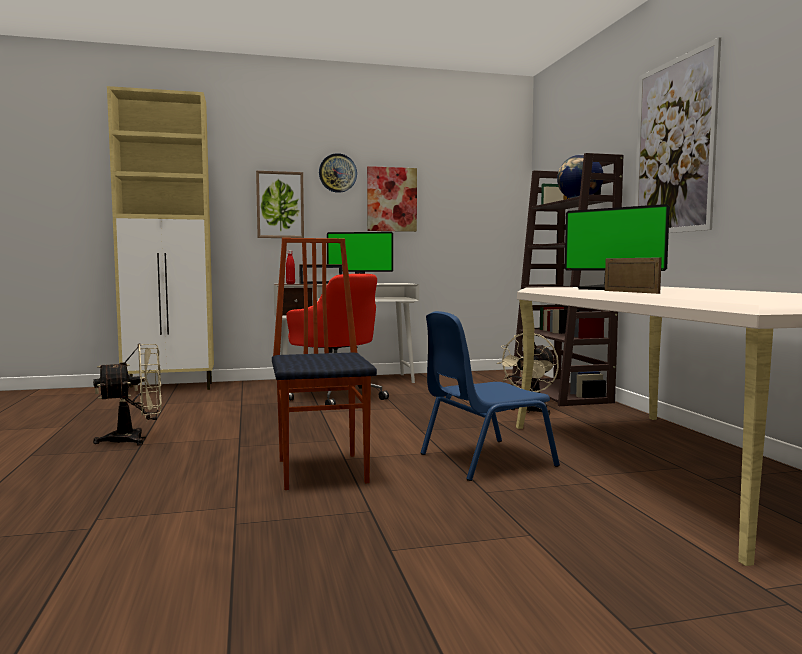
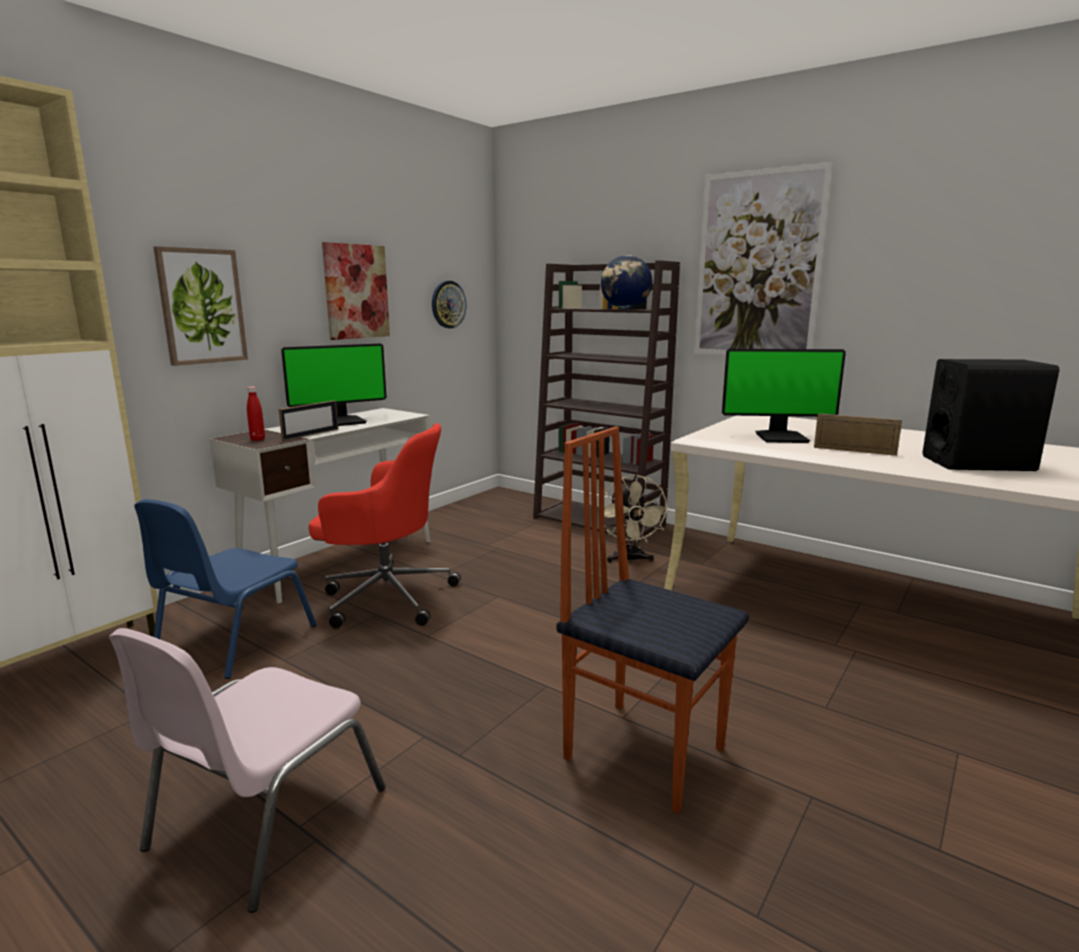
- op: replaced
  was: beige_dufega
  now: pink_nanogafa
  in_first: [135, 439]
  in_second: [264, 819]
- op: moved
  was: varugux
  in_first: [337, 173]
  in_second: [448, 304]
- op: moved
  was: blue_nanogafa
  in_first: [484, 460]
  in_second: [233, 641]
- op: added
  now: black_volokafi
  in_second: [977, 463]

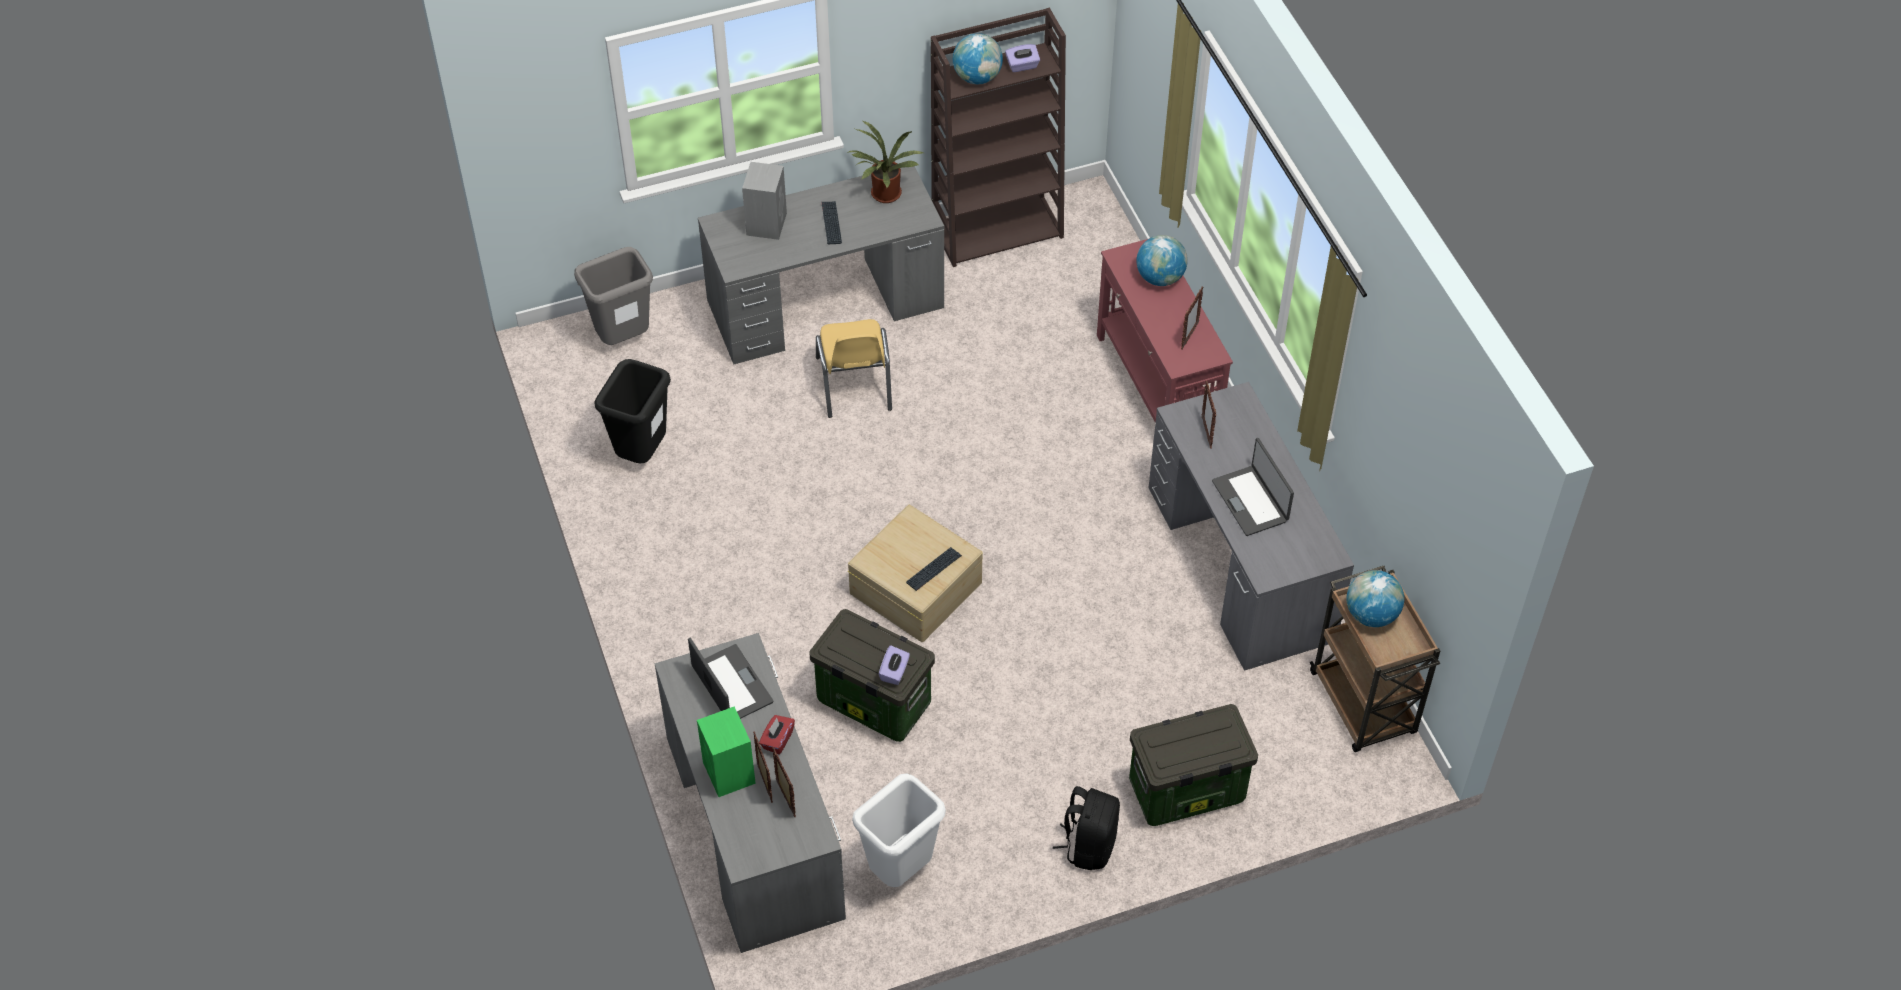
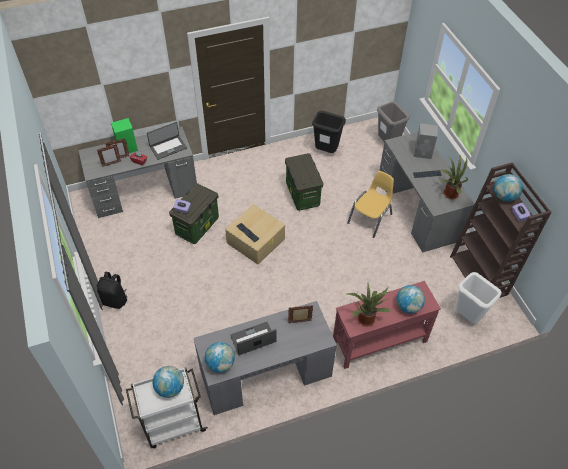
- op: turned
  was: yellow_nanogafa
  in_first: [854, 384]
  in_second: [370, 219]
  clockwise: 135
- op: moved
  was: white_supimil
  in_first: [900, 872]
  in_second: [467, 316]
- op: moved
  was: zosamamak
  in_first: [1185, 792]
  in_second: [302, 194]
- op: replaced
  was: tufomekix
  now: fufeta
  in_first: [1189, 336]
  in_second: [366, 317]
- op: recoloured
  was: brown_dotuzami
  now: white_dotuzami
  in_first: [1364, 705]
  in_second: [173, 424]
- op: added
  now: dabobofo
  in_second: [220, 364]

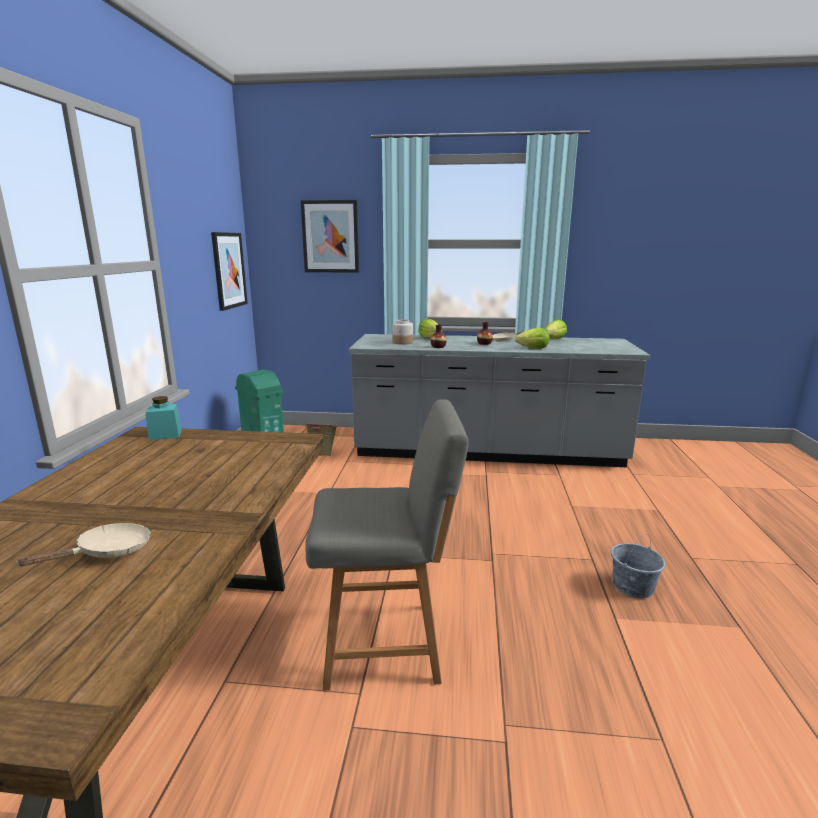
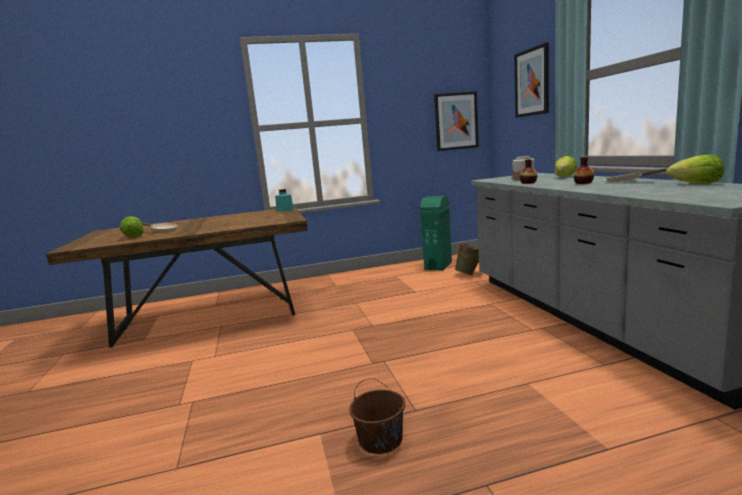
- op: removed
  was: grey_nanogafa
  in_first: [387, 643]
- op: moved
  was: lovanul
  in_first: [533, 348]
  in_second: [133, 236]
- op: recoloured
  was: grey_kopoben
  now: brown_kopoben
  in_first: [633, 586]
  in_second: [381, 440]

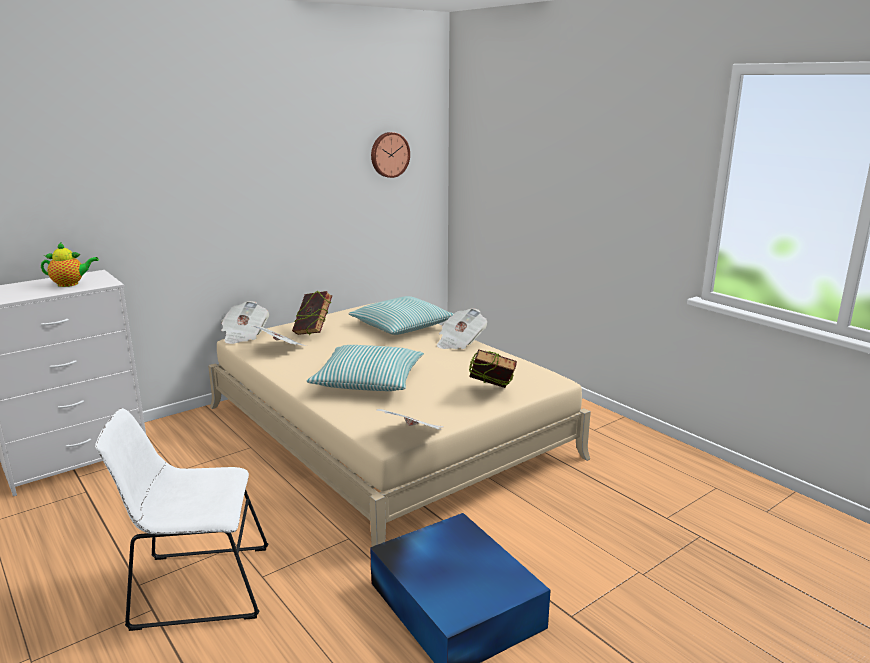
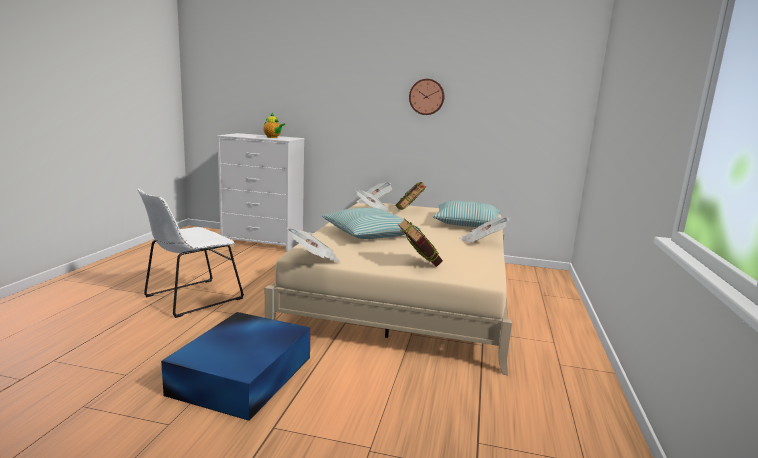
- op: turned
  was: white_nanogafa
  in_first: [195, 586]
  in_second: [190, 298]
  clockwise: -90
- op: moved
  was: varugux
  in_first: [389, 154]
  in_second: [426, 97]

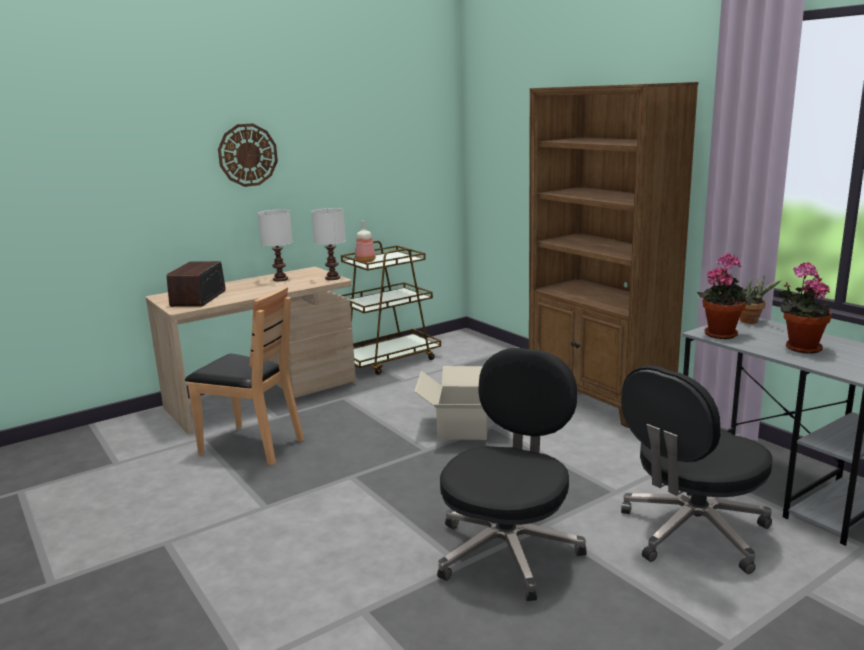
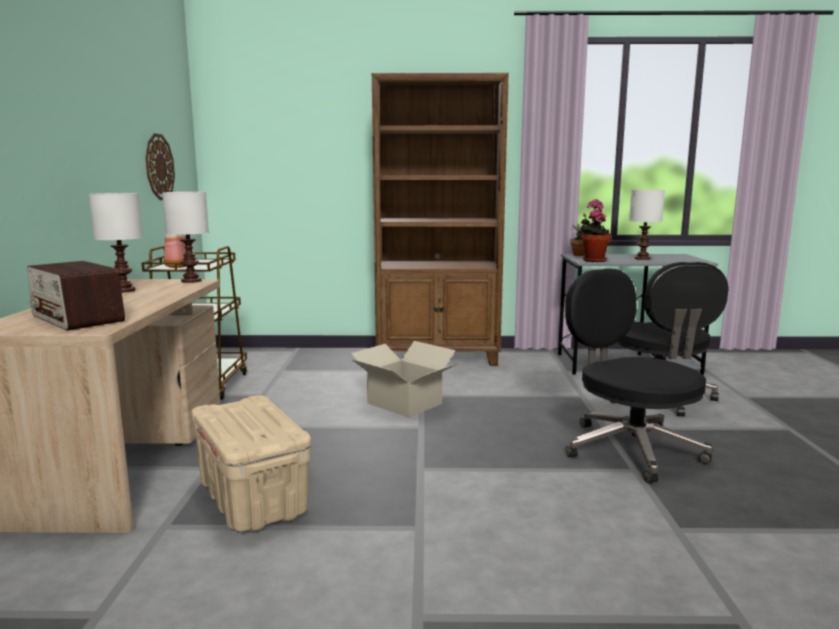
- op: replaced
  was: brown_nanogafa
  now: beige_zosamamak
  in_first: [252, 446]
  in_second: [253, 499]
- op: moved
  was: varugux
  in_first: [247, 155]
  in_second: [159, 167]
- op: replaced
  was: fufeta
  now: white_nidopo
  in_first: [800, 348]
  in_second: [642, 258]

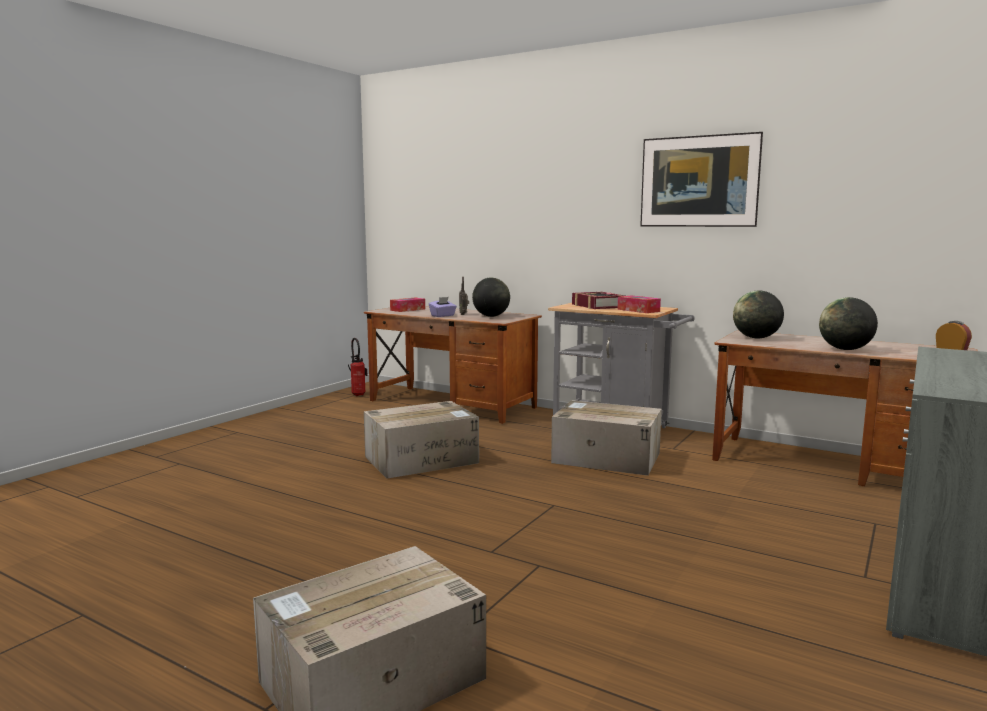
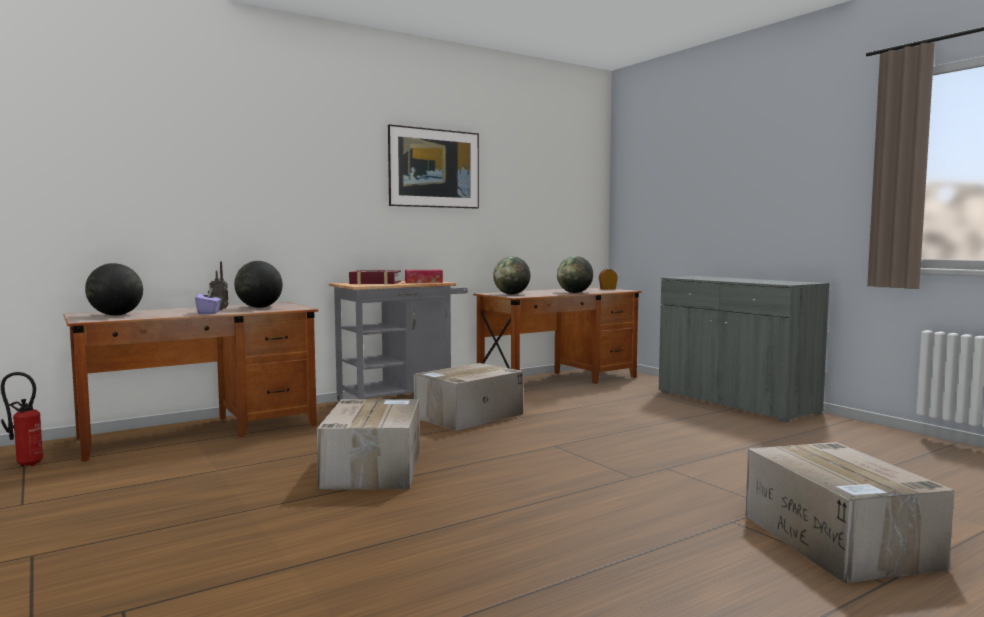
- op: replaced
  was: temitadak
  now: dabobofo
  in_first: [407, 309]
  in_second: [116, 315]

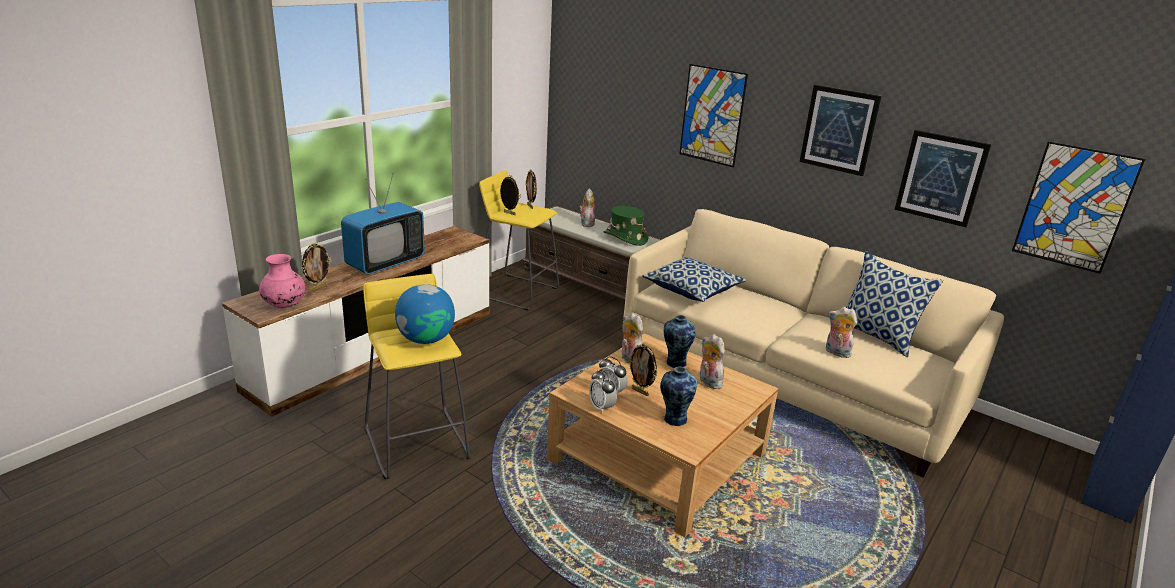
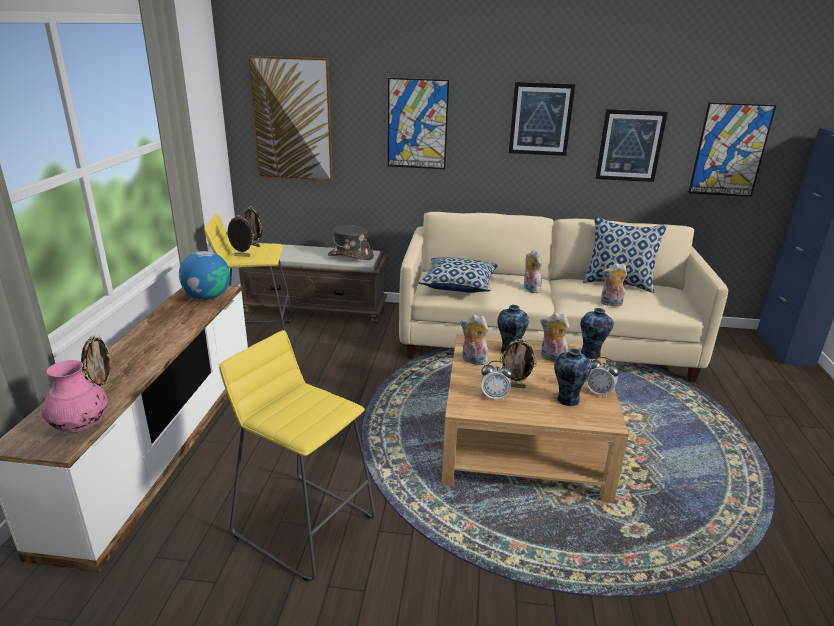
- op: removed
  was: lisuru
  in_first: [385, 263]
- op: moved
  was: dabobofo
  in_first: [426, 339]
  in_second: [207, 297]
- op: moved
  was: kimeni
  in_first: [586, 223]
  in_second: [530, 289]
- op: moved
  was: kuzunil
  in_first: [601, 407]
  in_second: [599, 393]
- op: recoloured
  was: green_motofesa
  now: grey_motofesa
  in_first: [625, 238]
  in_second: [350, 256]
- op: added
  now: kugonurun
  in_second: [292, 120]
- op: added
  now: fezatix
  in_second: [591, 354]

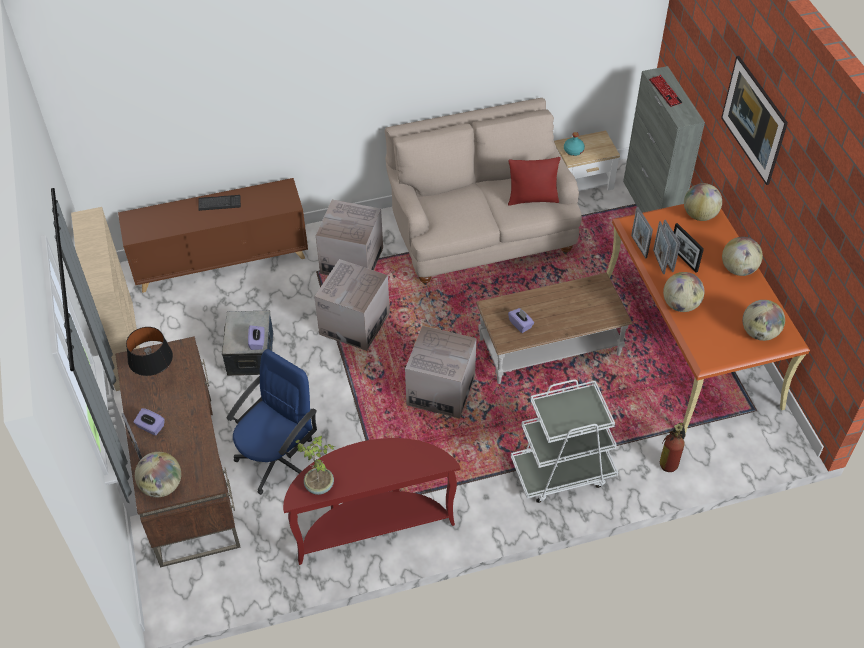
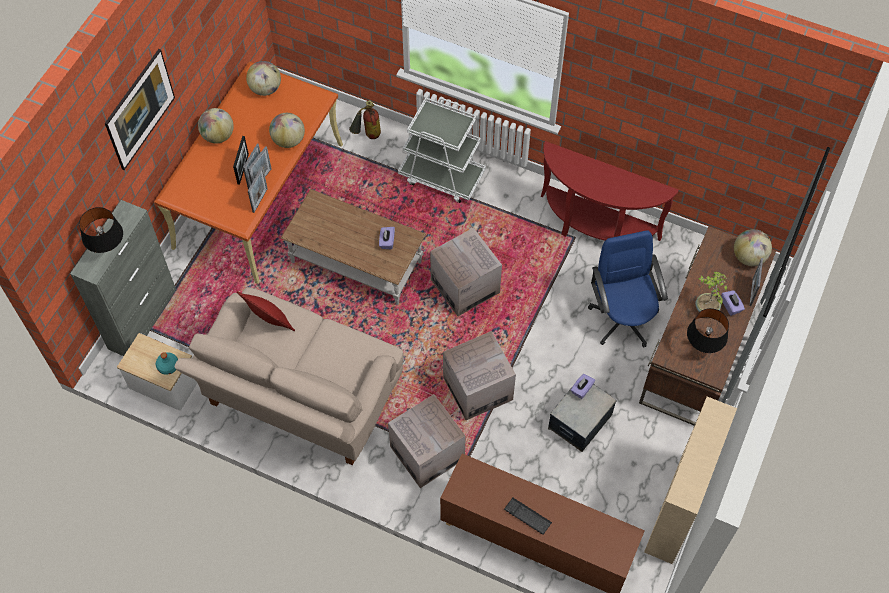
- op: turned
  was: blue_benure
  in_first: [277, 459]
  in_second: [623, 318]
  clockwise: 90
- op: moved
  was: fufeta
  in_first: [319, 485]
  in_second: [706, 308]
- op: replaced
  was: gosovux
  now: black_nidopo
  in_first: [665, 91]
  in_second: [108, 249]
- op: removed
  was: dabobofo
  in_first: [699, 215]

